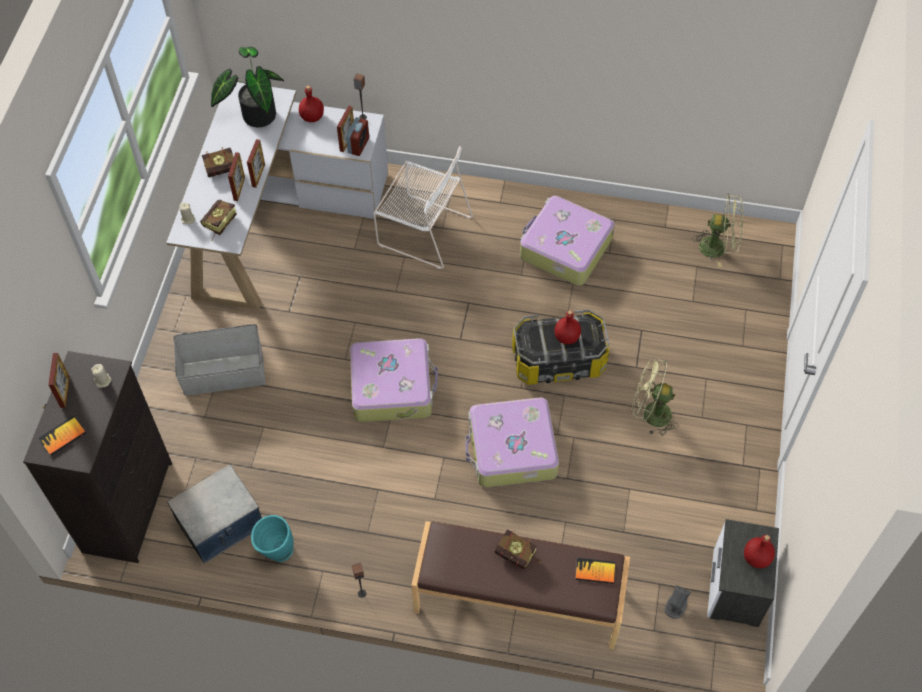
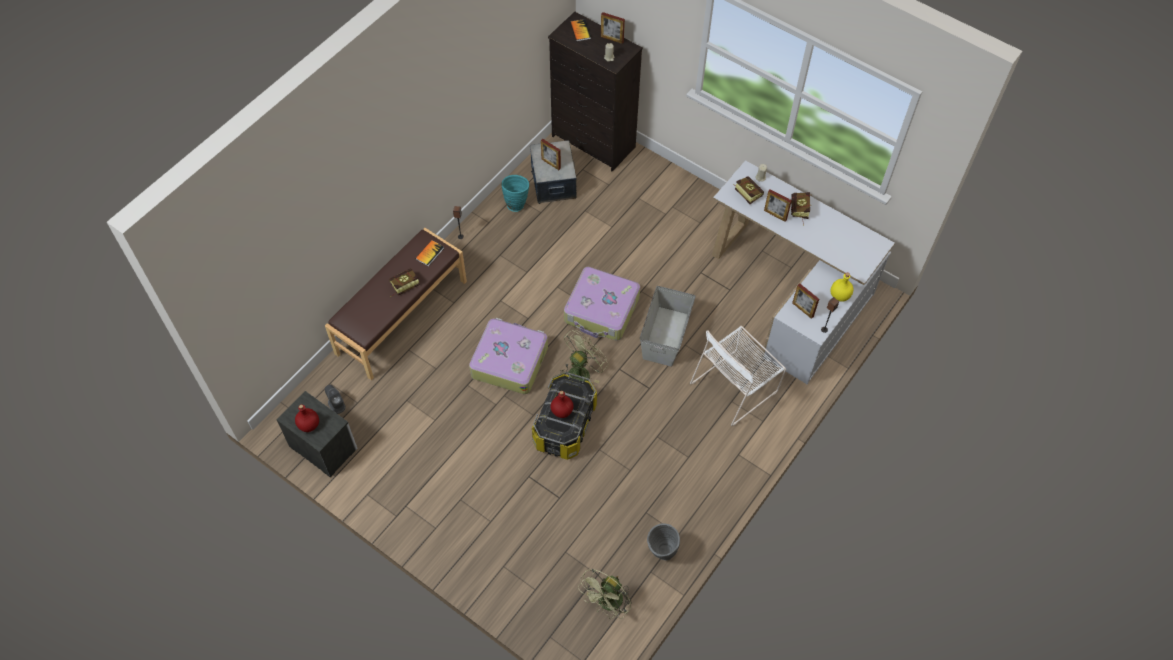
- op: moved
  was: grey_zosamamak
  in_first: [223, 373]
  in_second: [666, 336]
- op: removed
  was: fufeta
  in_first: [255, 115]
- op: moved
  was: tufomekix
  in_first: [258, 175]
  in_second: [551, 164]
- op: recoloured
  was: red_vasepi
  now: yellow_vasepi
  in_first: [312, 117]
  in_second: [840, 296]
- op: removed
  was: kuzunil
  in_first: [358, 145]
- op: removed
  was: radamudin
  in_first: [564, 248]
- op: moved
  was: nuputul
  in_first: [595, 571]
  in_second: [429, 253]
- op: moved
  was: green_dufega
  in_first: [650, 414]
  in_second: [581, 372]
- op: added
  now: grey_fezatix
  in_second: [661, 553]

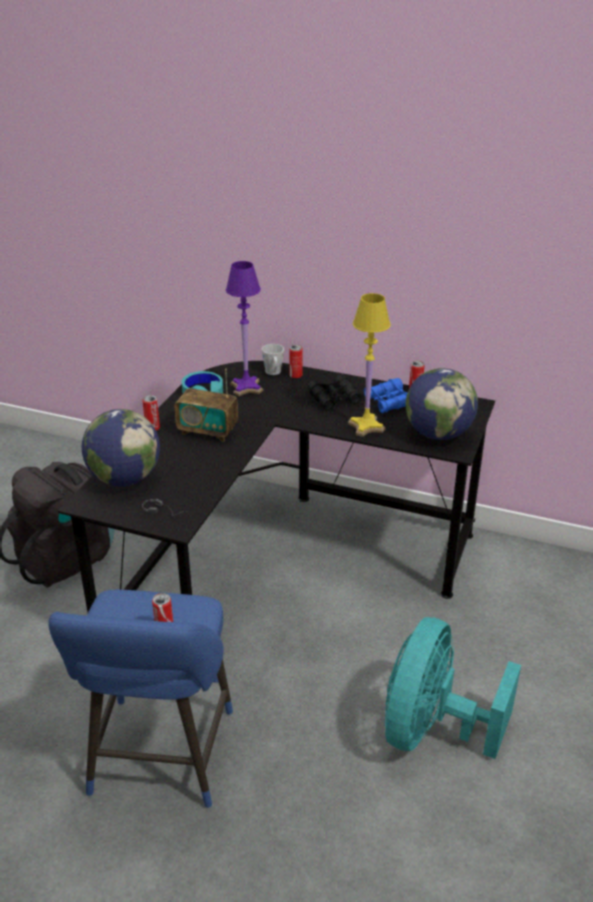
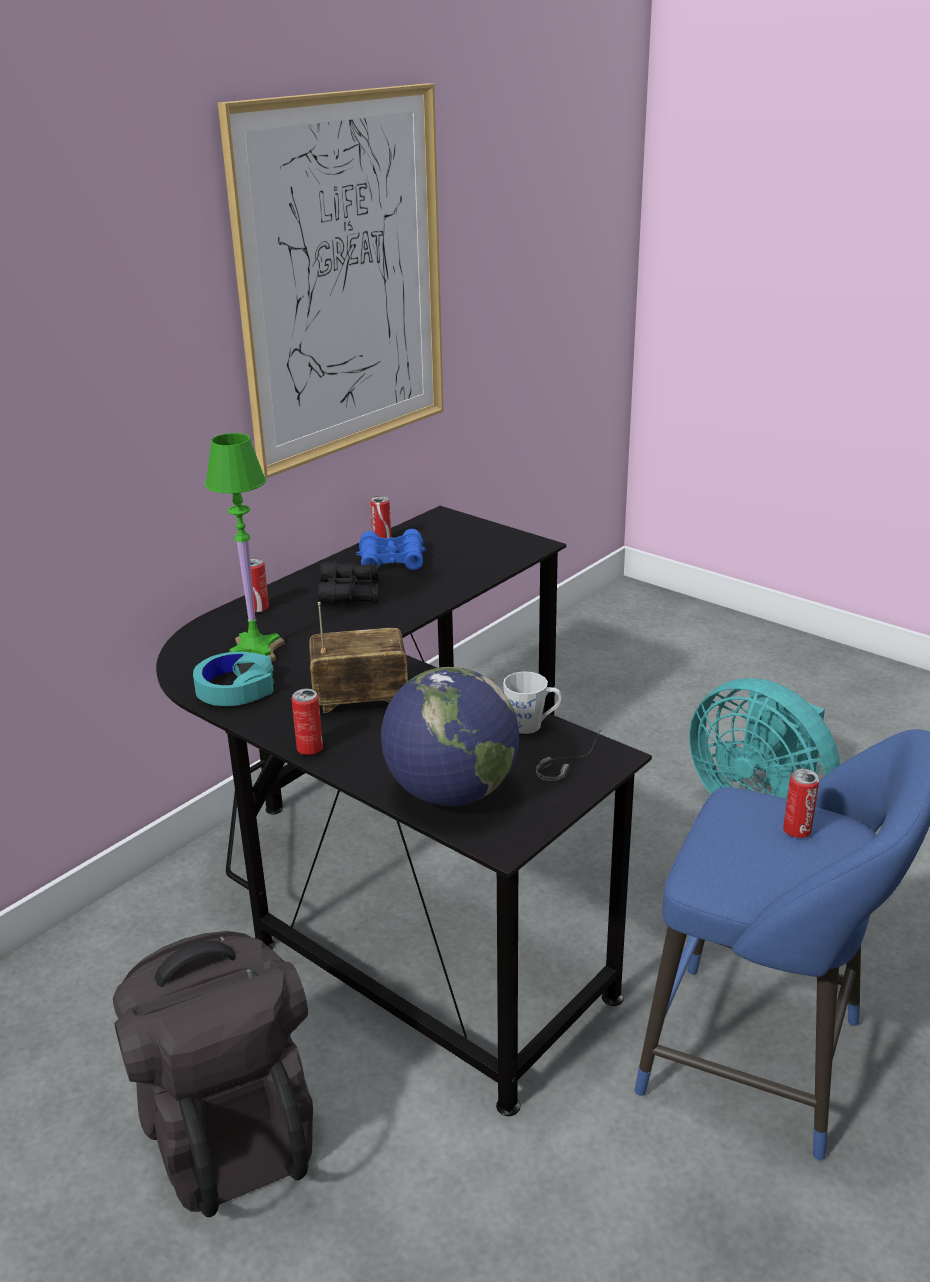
- op: turned
  was: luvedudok
  in_first: [207, 431]
  in_second: [360, 700]
  clockwise: -135
- op: recoloured
  was: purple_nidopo
  now: green_nidopo
  in_first: [247, 387]
  in_second: [255, 650]
- op: moved
  was: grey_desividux
  in_first: [273, 372]
  in_second: [532, 725]
- op: removed
  was: yellow_nidopo
  in_first: [365, 426]
- op: removed
  was: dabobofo
  in_first: [438, 434]
- op: added
  now: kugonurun
  in_second: [343, 278]

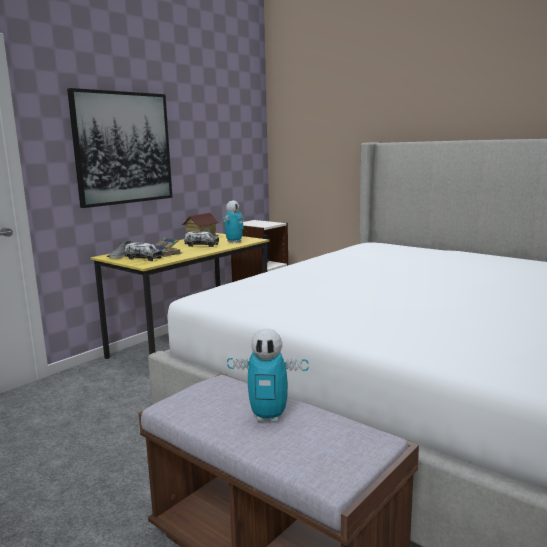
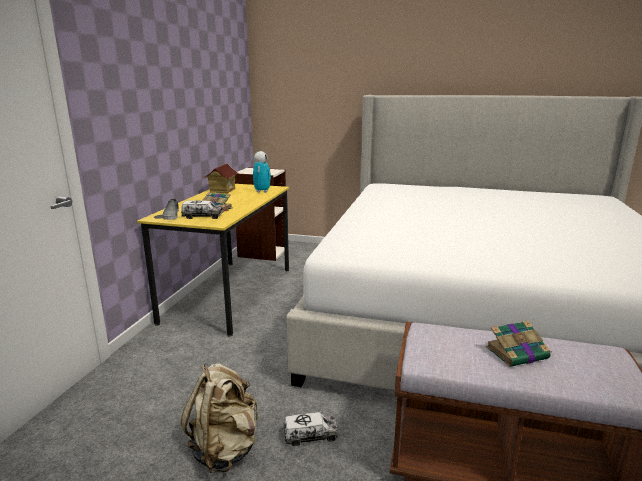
- op: removed
  was: kugonurun
  in_first: [123, 148]
- op: moved
  was: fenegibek
  in_first: [202, 245]
  in_second: [310, 436]
- op: replaced
  was: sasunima
  now: nuputul
  in_first: [268, 417]
  in_second: [518, 353]
- op: added
  now: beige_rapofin
  in_second: [225, 449]

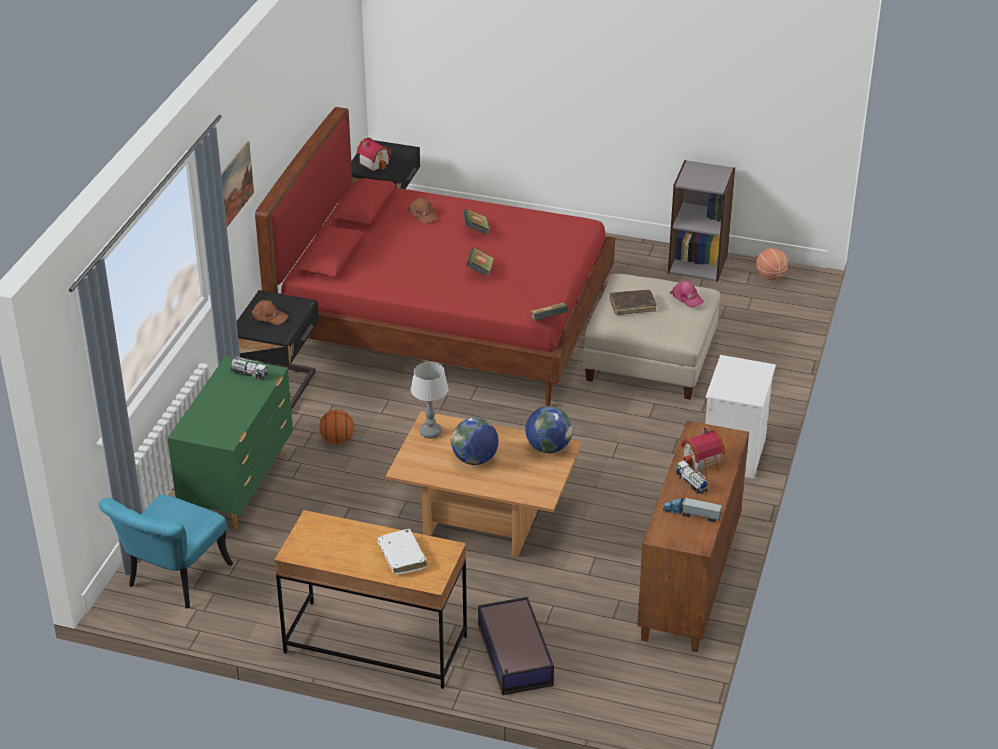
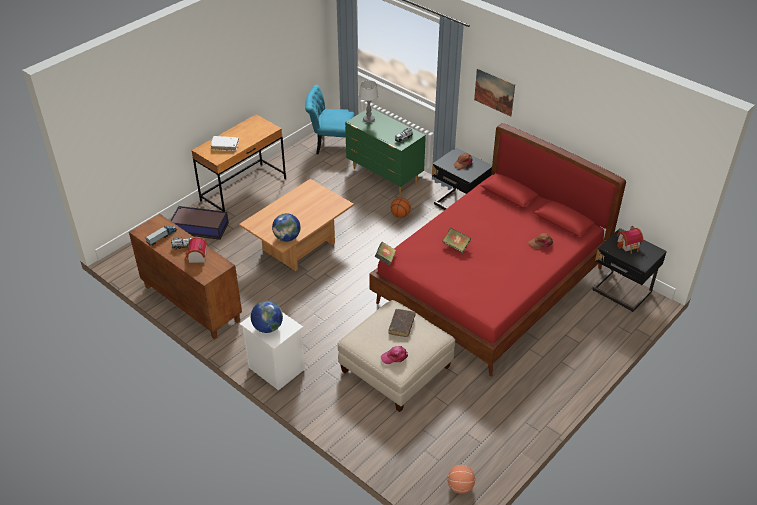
- op: turned
  was: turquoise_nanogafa
  in_first: [173, 582]
  in_second: [331, 145]
  clockwise: -45
- op: moved
  was: nidopo
  in_first: [430, 432]
  in_second: [369, 119]
- op: moved
  was: dabobofo
  in_first: [475, 459]
  in_second: [267, 327]
- op: removed
  was: nuputul
  in_first: [476, 231]
- op: removed
  was: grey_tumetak
  in_first: [698, 263]

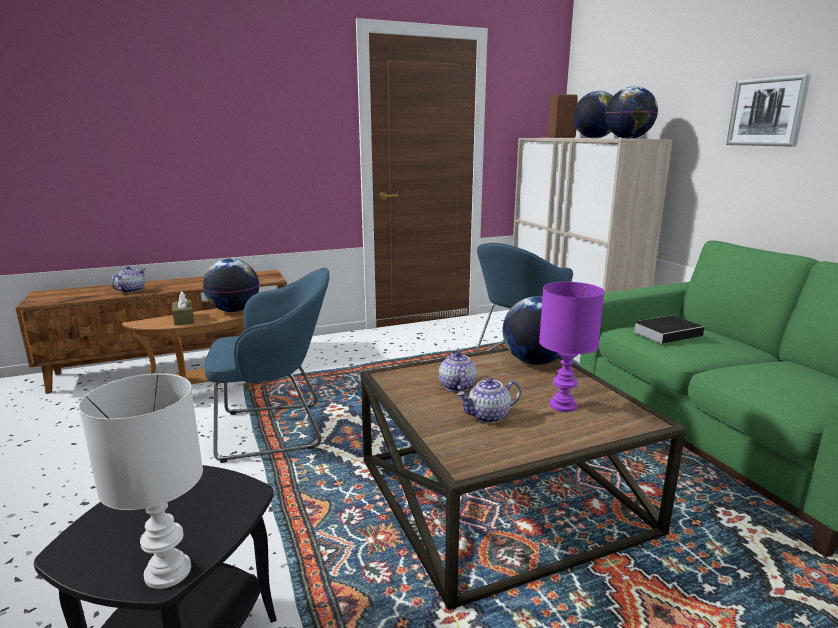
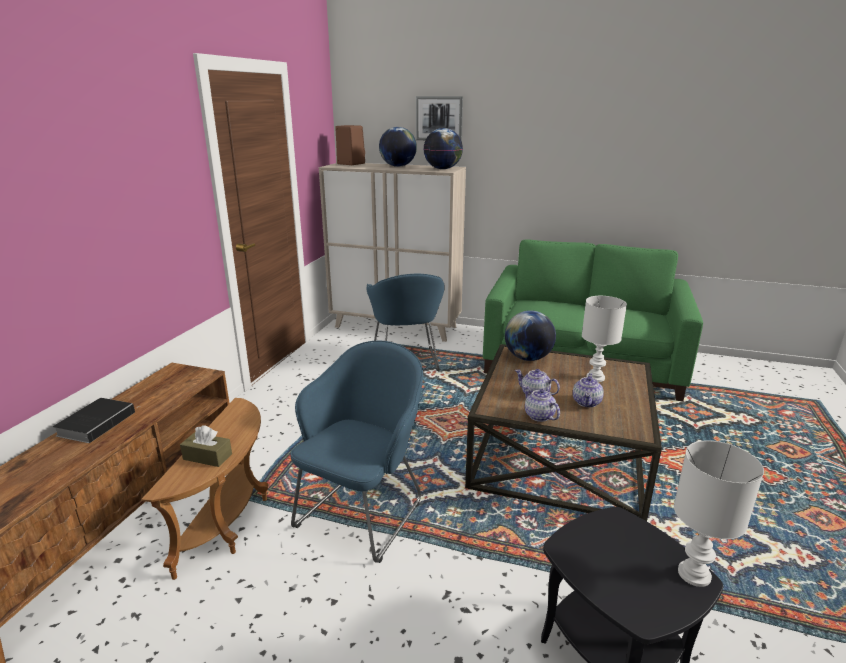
- op: moved
  was: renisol
  in_first: [131, 290]
  in_second: [538, 416]
- op: removed
  was: dabobofo
  in_first: [234, 310]
- op: recoloured
  was: purple_nidopo
  now: white_nidopo
  in_first: [563, 405]
  in_second: [595, 377]
- op: moved
  was: nuputul
  in_first: [668, 333]
  in_second: [97, 422]
- op: moved
  was: kugonurun
  in_first: [767, 112]
  in_second: [439, 118]

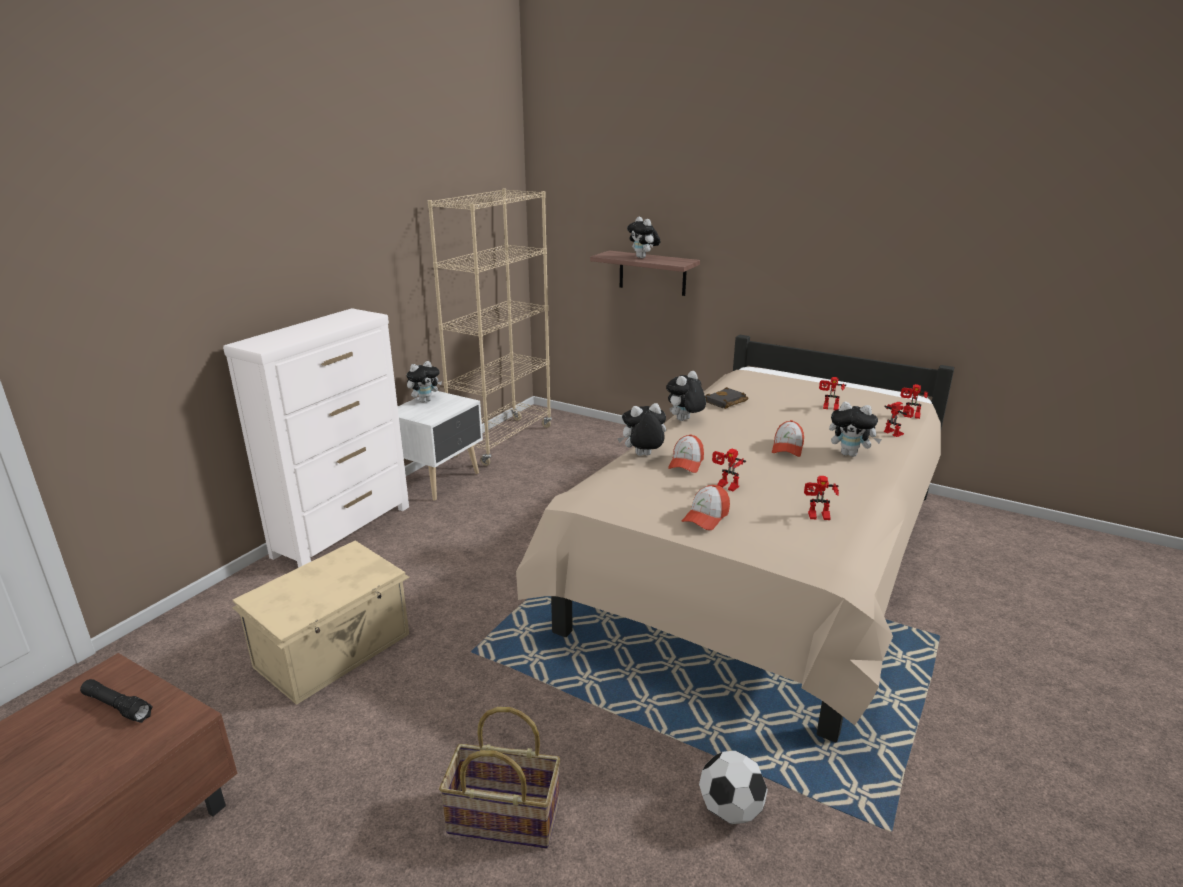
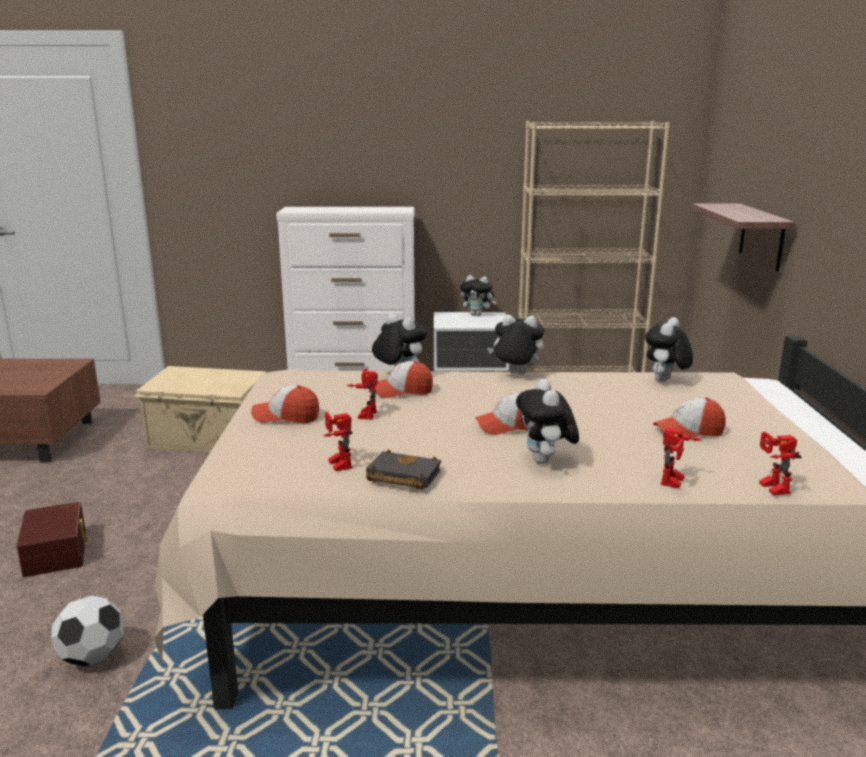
- op: removed
  was: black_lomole
  in_first: [117, 706]
- op: replaced
  was: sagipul
  now: brown_zosamamak
  in_first: [502, 819]
  in_second: [58, 552]
- op: moved
  was: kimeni
  in_first: [643, 257]
  in_second: [665, 381]
- op: moved
  was: black_nuputul
  in_first: [726, 402]
  in_second: [401, 476]
- op: replaced
  was: sasunima
  now: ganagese
  in_first: [829, 408]
  in_second: [688, 432]

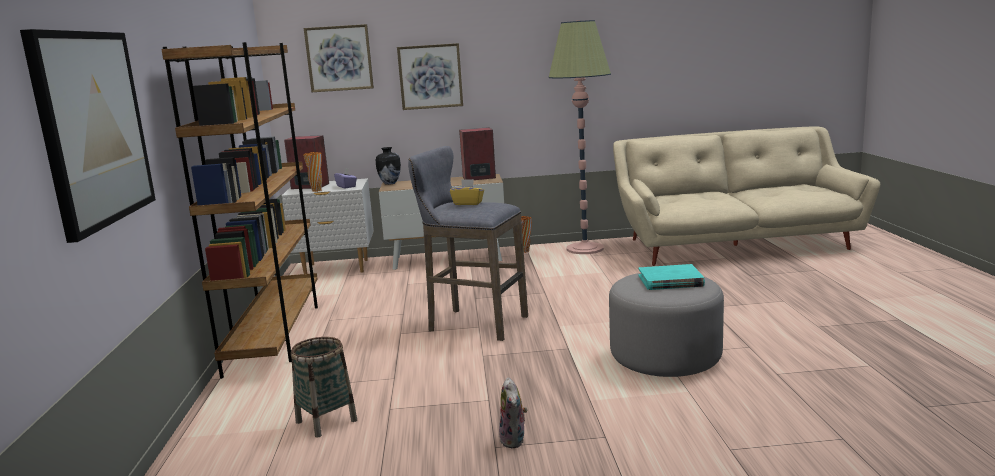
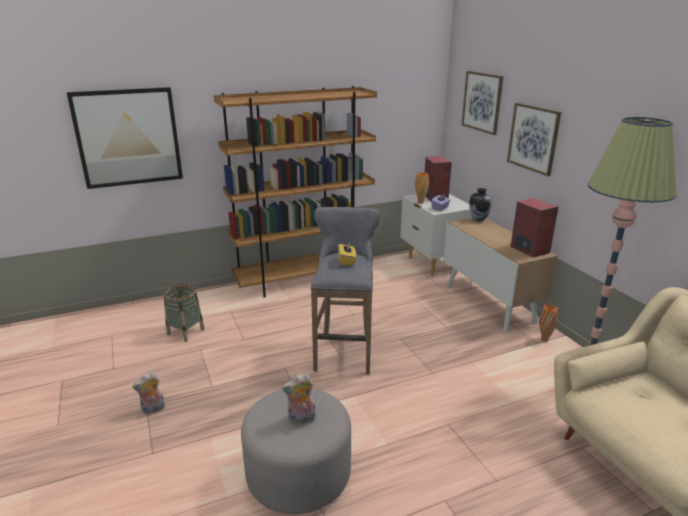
- op: replaced
  was: turquoise_nuputul
  now: kimeni
  in_first: [670, 281]
  in_second: [301, 419]

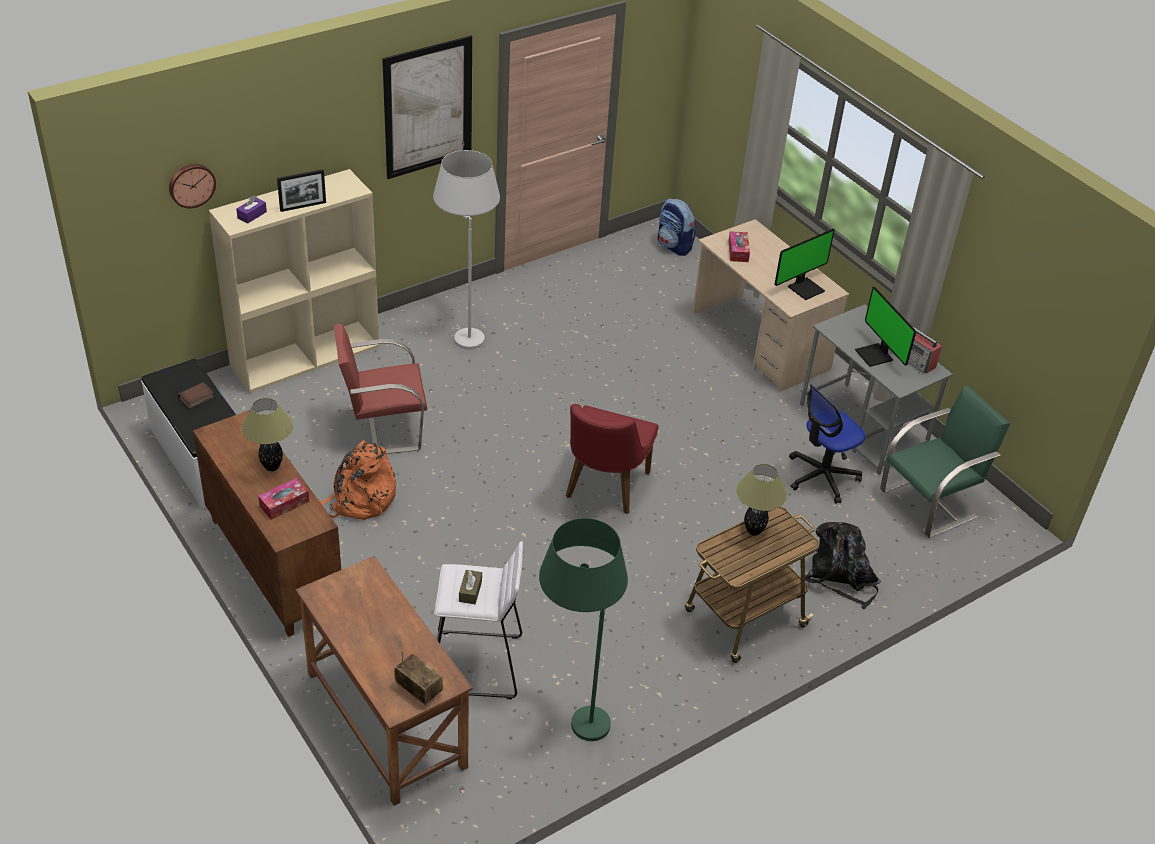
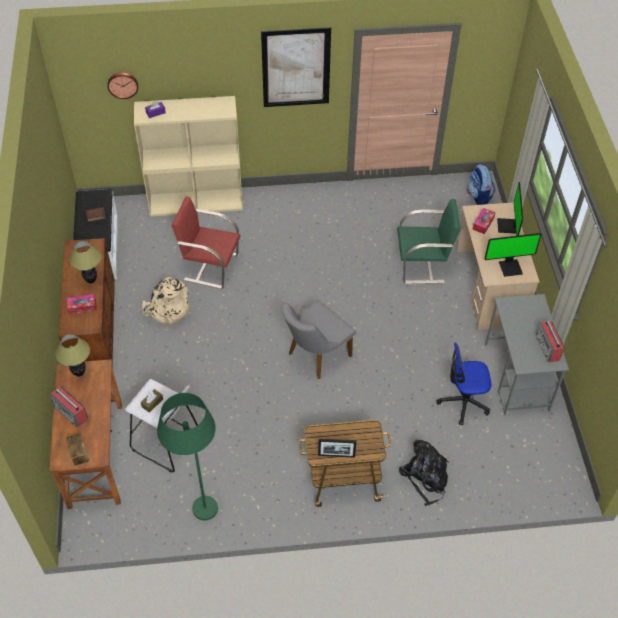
- op: moved
  was: tufomekix
  in_first: [303, 206]
  in_second: [336, 455]
- op: recoloured
  was: orange_rapofin
  now: beige_rapofin
  in_first: [360, 500]
  in_second: [168, 309]
- op: removed
  was: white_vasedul
  in_first: [465, 329]
- op: recoloured
  was: red_nanogafa
  now: grey_nanogafa
  in_first: [603, 489]
  in_second: [314, 357]
- op: moved
  was: nidopo
  in_first: [753, 531]
  in_second: [79, 373]
- op: moved
  was: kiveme
  in_first: [875, 355]
  in_second: [508, 226]
- op: moved
  was: green_nanogafa
  in_first: [930, 503]
  in_second: [422, 265]
- op: added
  now: luvedudok
  in_second: [71, 413]

